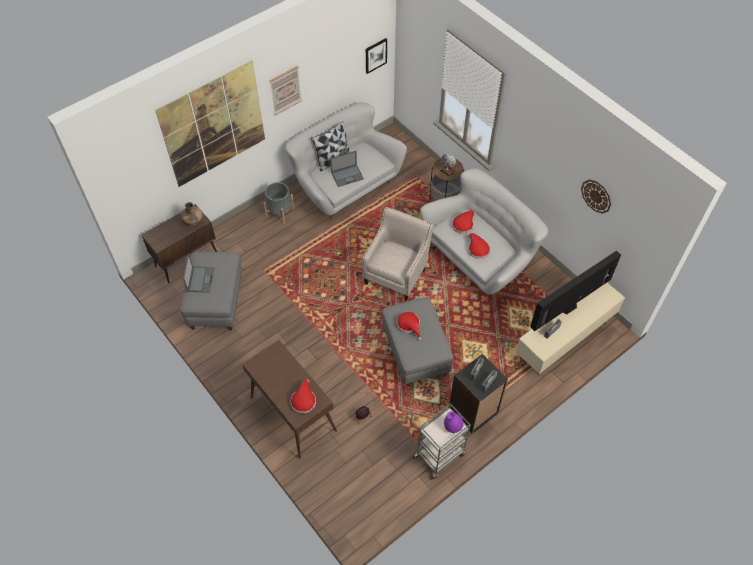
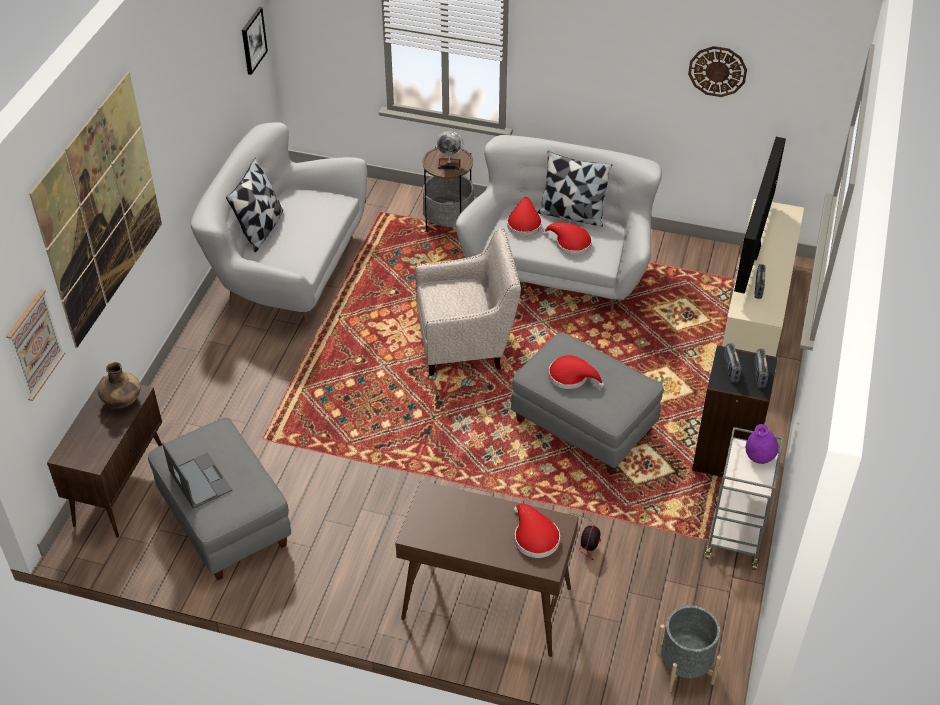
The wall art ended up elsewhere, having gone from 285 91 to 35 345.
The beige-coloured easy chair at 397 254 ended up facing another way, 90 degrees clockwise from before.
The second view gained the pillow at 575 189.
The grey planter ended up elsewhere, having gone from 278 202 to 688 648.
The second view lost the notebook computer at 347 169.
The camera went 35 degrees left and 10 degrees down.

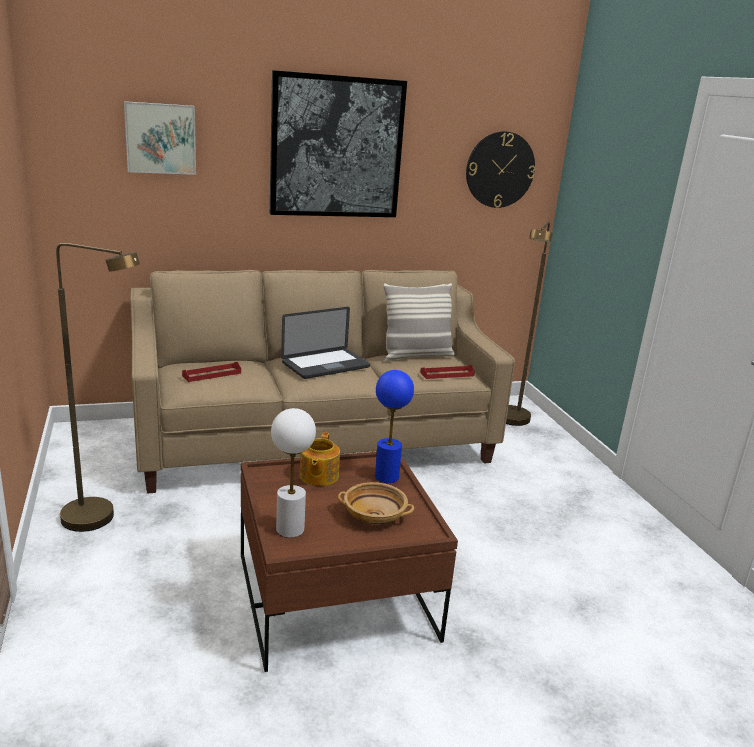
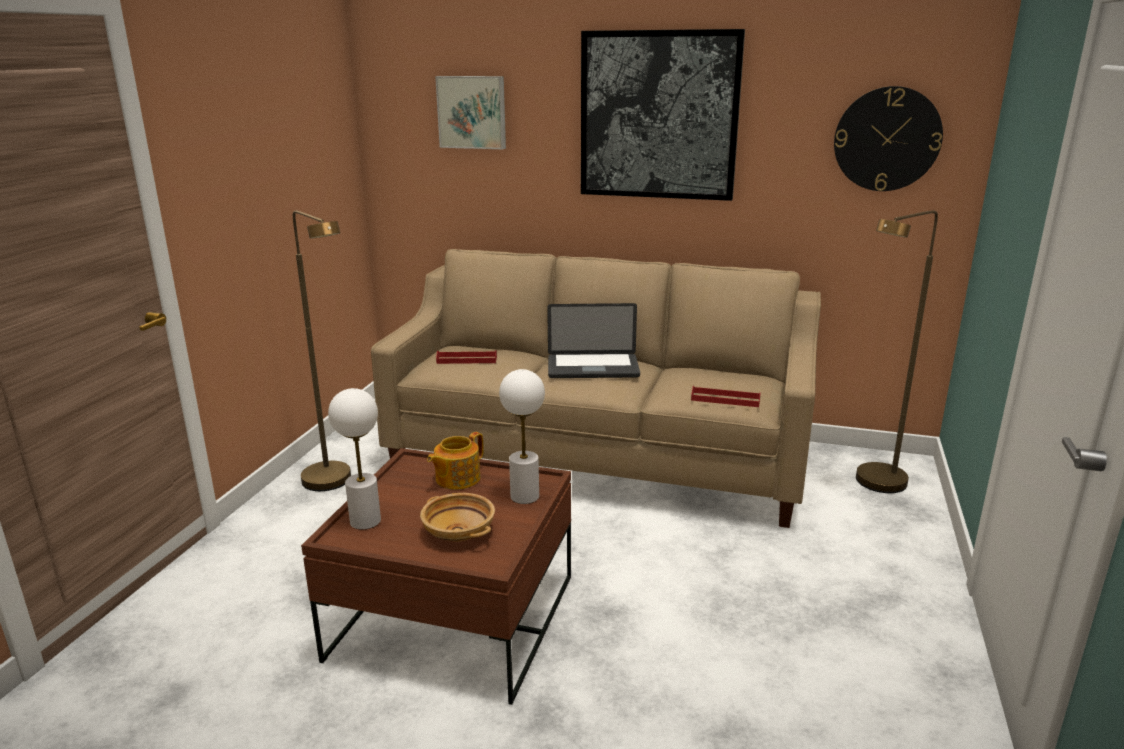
What was the bluish table lamp at 394 426 turned into the whitish table lamp at 522 436.
The second view lost the pillow at 419 322.
The camera went 35 degrees right and 0 degrees up.

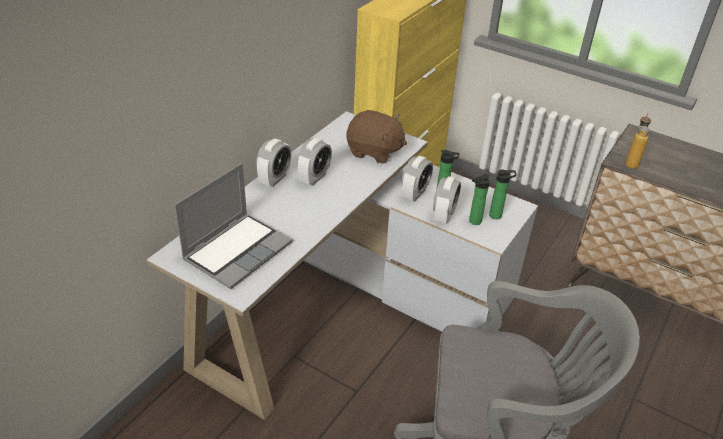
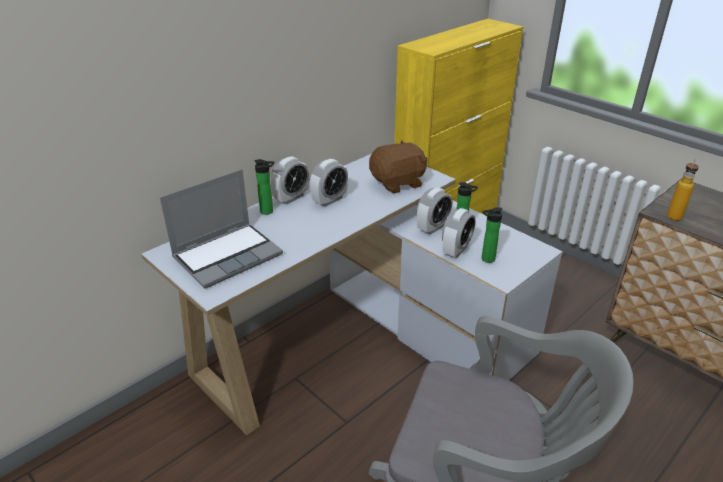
The drink bottle ended up elsewhere, having gone from 503 194 to 264 187.
The brownish cuddly toy at 376 137 ended up facing another way, 60 degrees counterclockwise from before.
The camera went 15 degrees right and 5 degrees down.

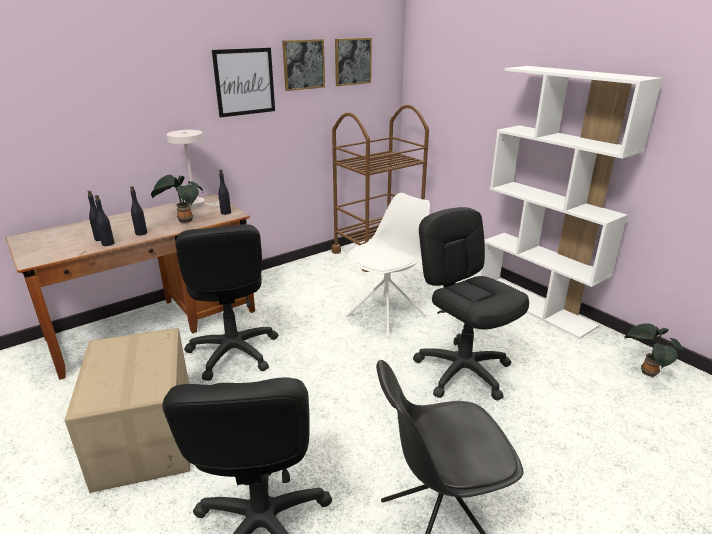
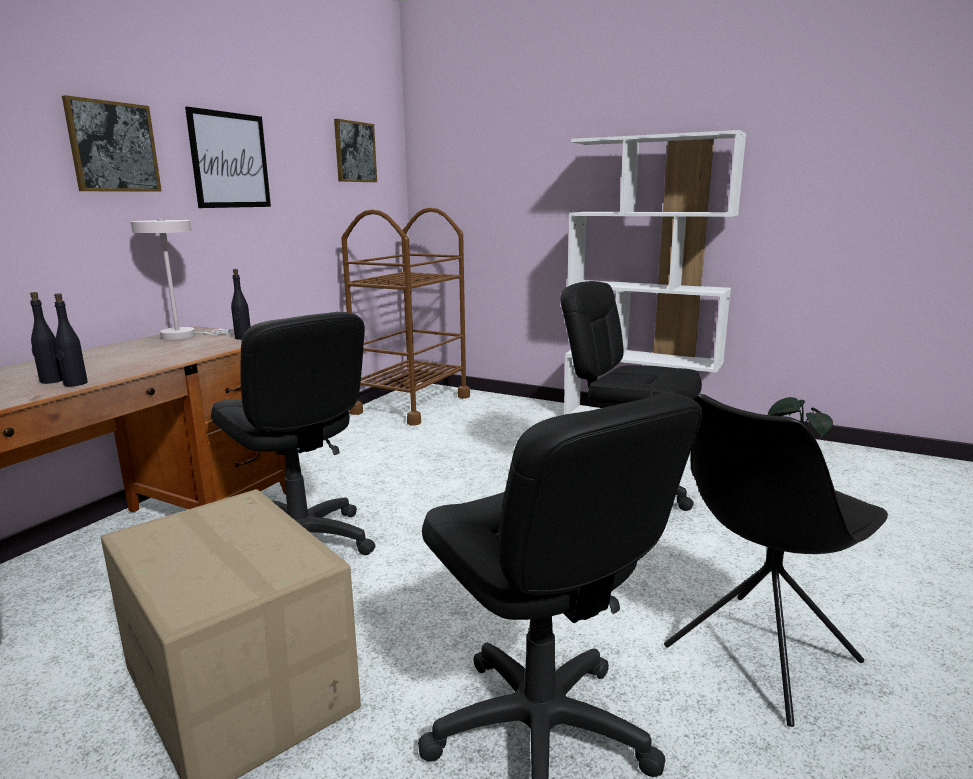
The wall art ended up elsewhere, having gone from 303 65 to 112 143.
The second view lost the black-coloured drink bottle at 138 211.
The second view lost the potted plant at 177 199.
The second view lost the whitish plain chair at 388 265.
The camera went 25 degrees left and 10 degrees down.

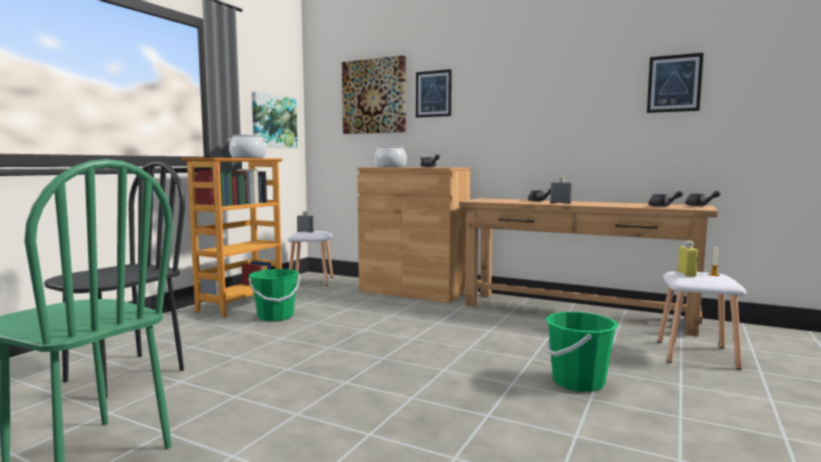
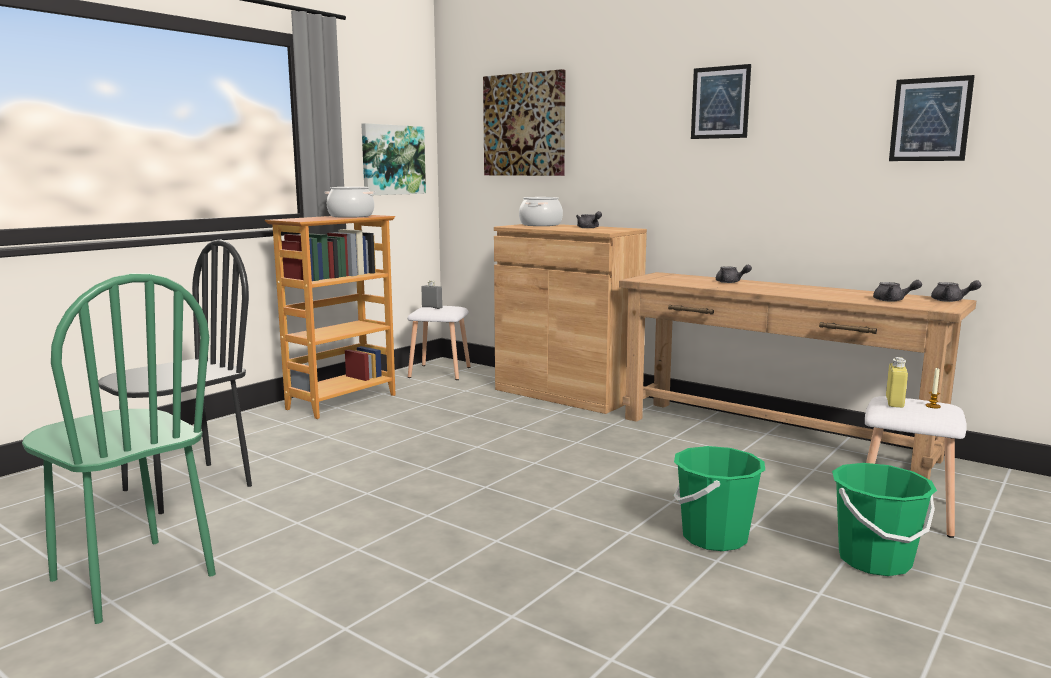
The wall art ended up elsewhere, having gone from 434 93 to 721 101.
The greenish bucket ended up elsewhere, having gone from 274 295 to 884 519.
The second view lost the grey drink bottle at 561 190.
The camera went 10 degrees right and 5 degrees up.

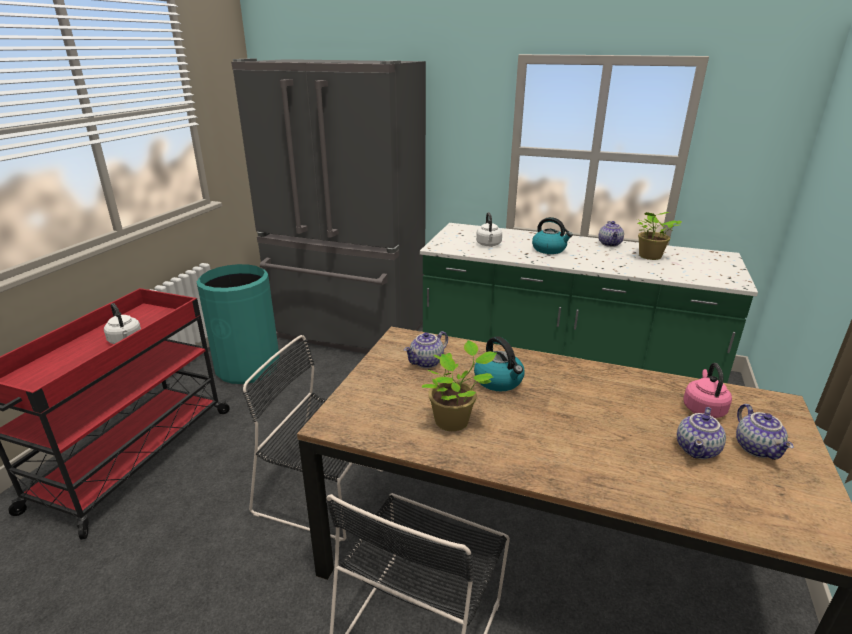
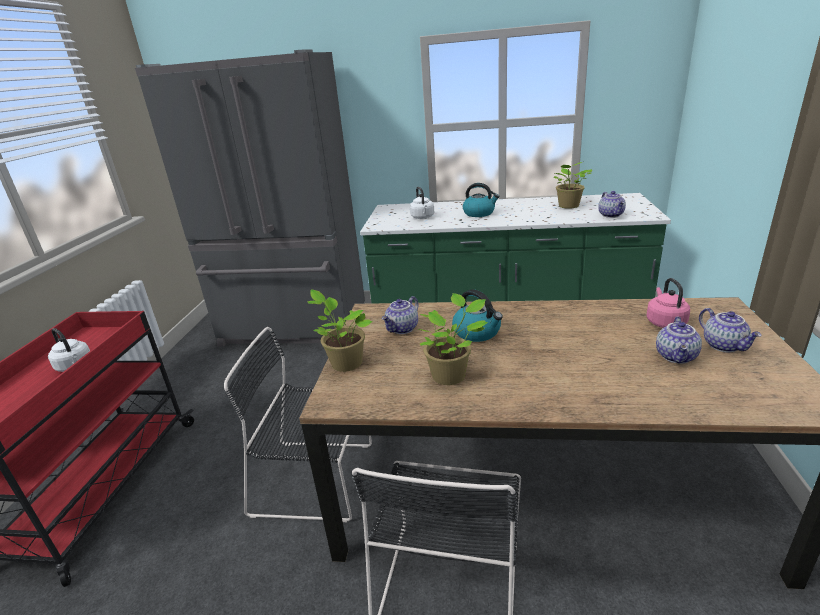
The second view gained the potted plant at 340 331.
The pot for tea ended up elsewhere, having gone from 611 234 to 612 204.
The second view lost the turquoise-coloured rubbish bin at 238 324.
The camera went 10 degrees left and 0 degrees up.

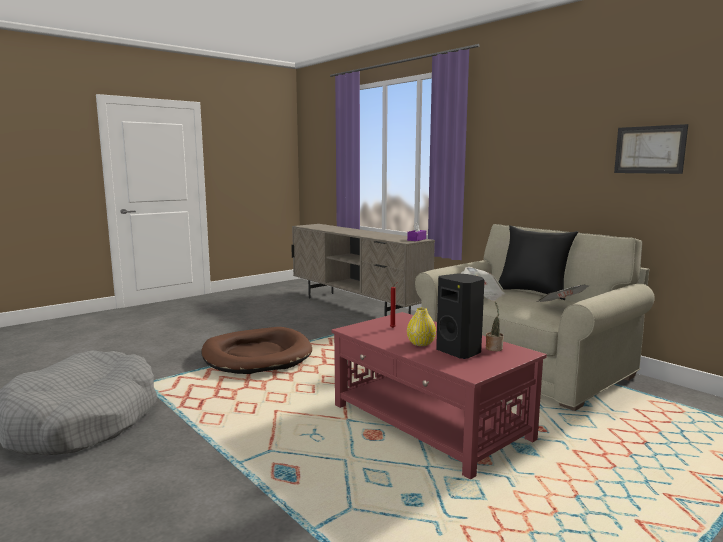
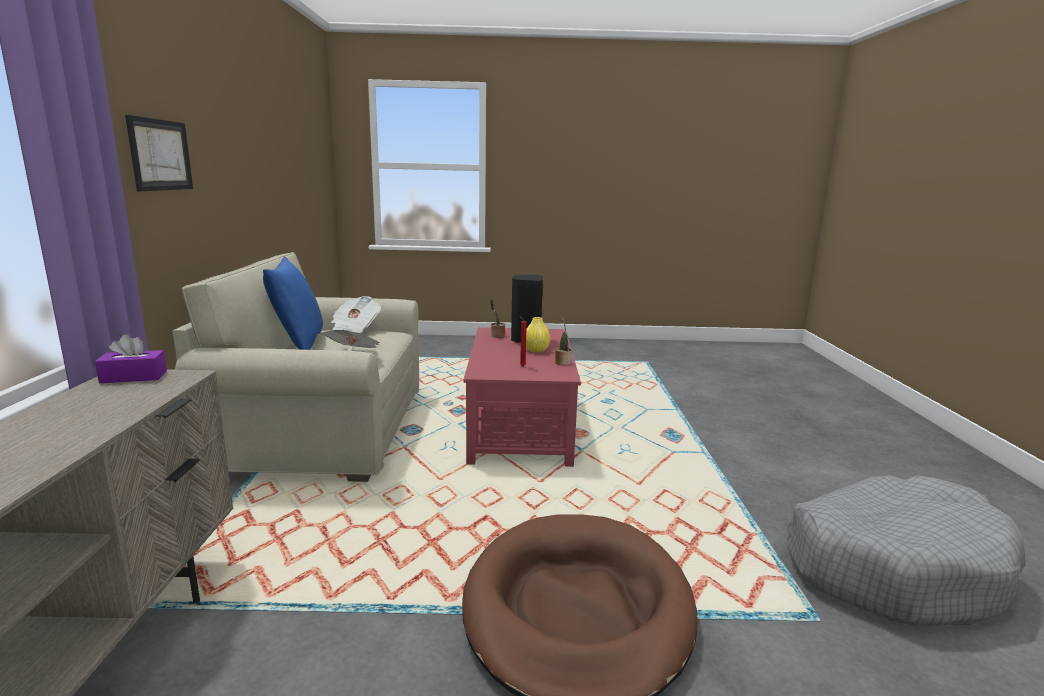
The wall art ended up elsewhere, having gone from 651 149 to 159 153.
What was the black-coloured pillow at 538 263 turned into the bluish pillow at 293 303.
The second view gained the potted plant at 563 341.
The camera went 140 degrees left and 5 degrees up.

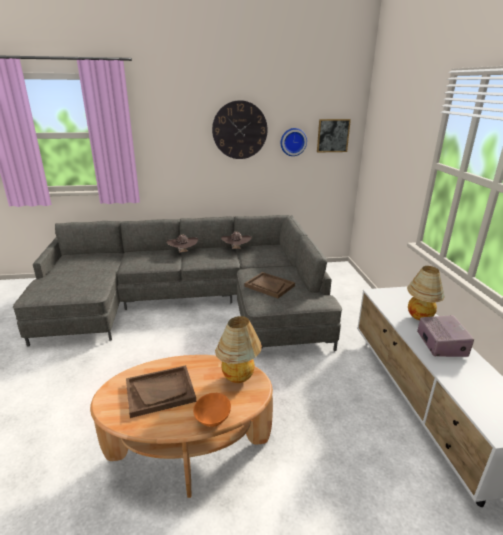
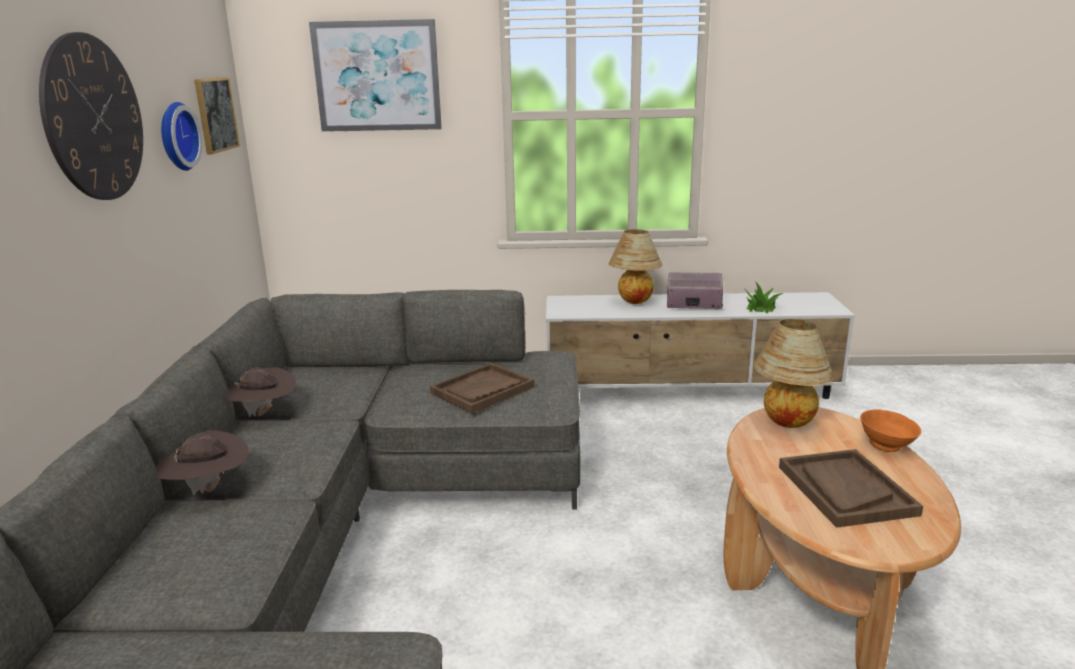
The second view gained the wall art at 375 75.
The second view gained the potted plant at 764 297.
The camera went 80 degrees left and 5 degrees down.

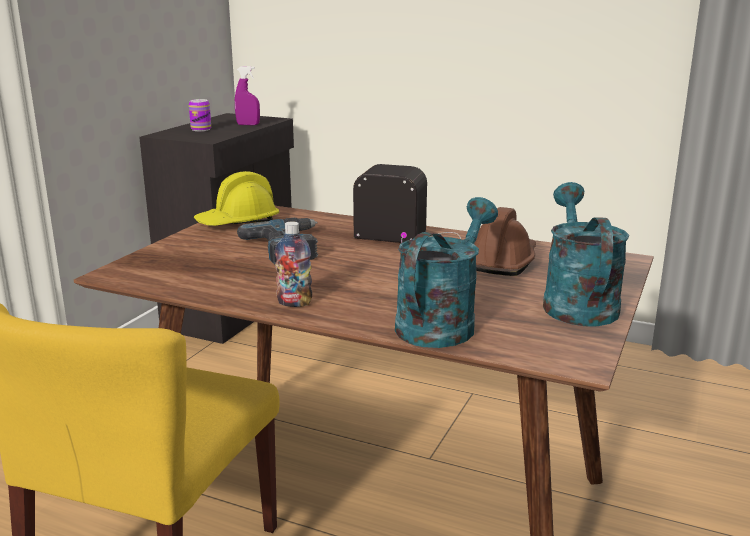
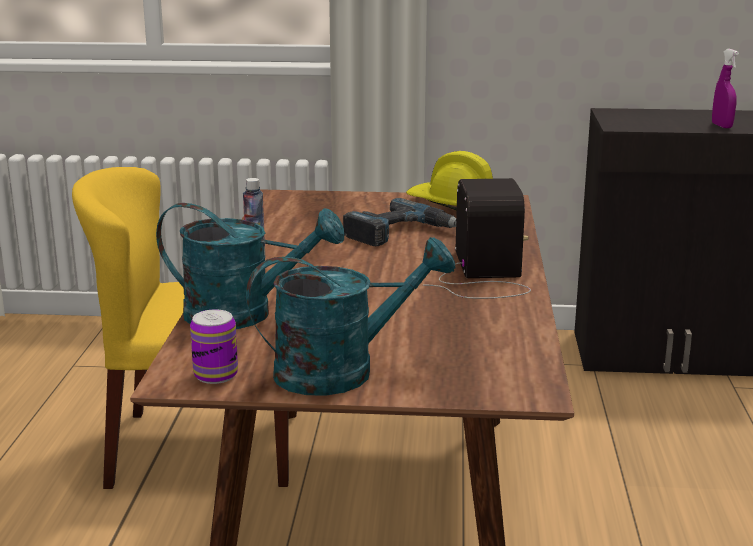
The can ended up elsewhere, having gone from 200 115 to 214 346.
The second view lost the brownish hard hat at 505 241.
The camera went 70 degrees right and 0 degrees up.

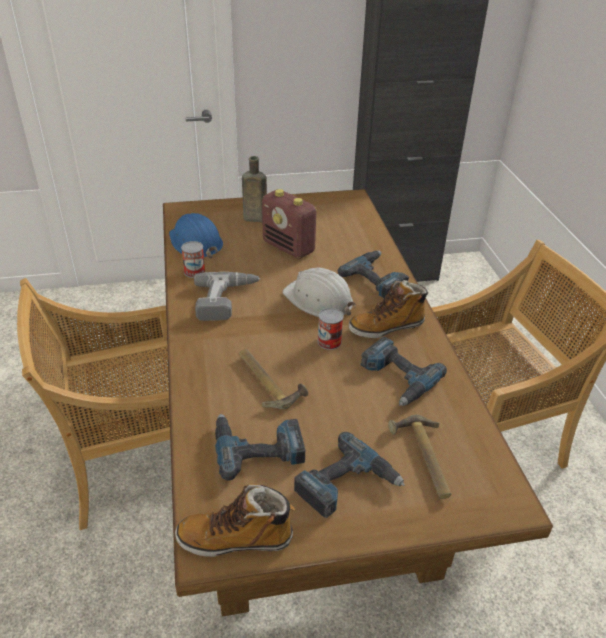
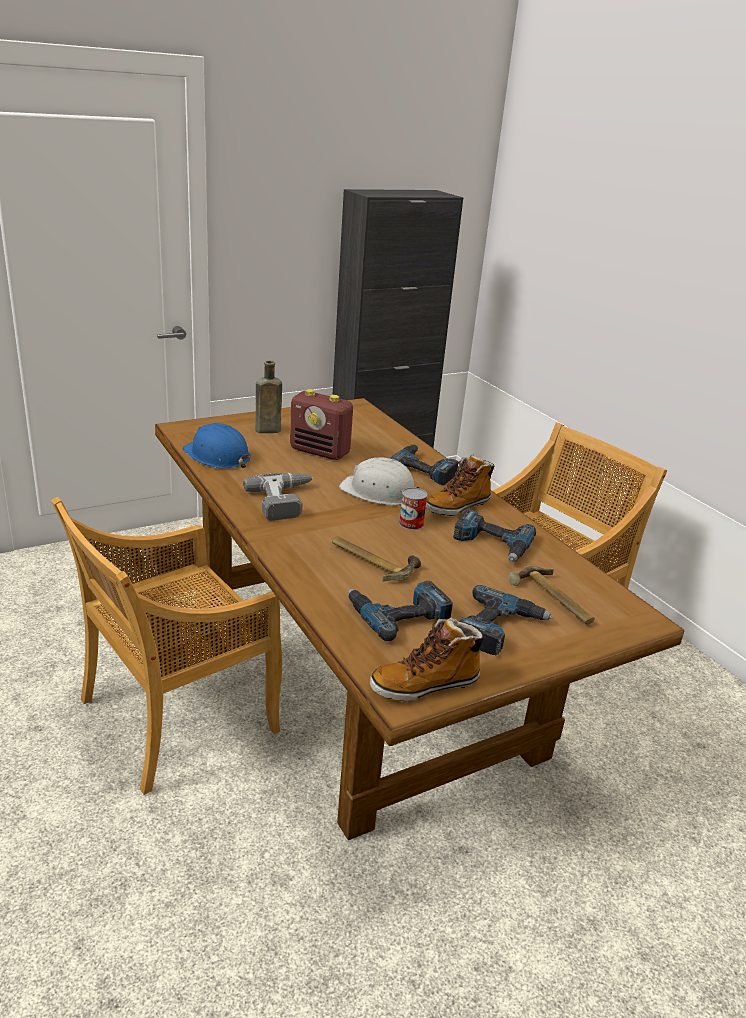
The second view lost the can at 193 259.
The camera went 20 degrees left and 10 degrees down.

